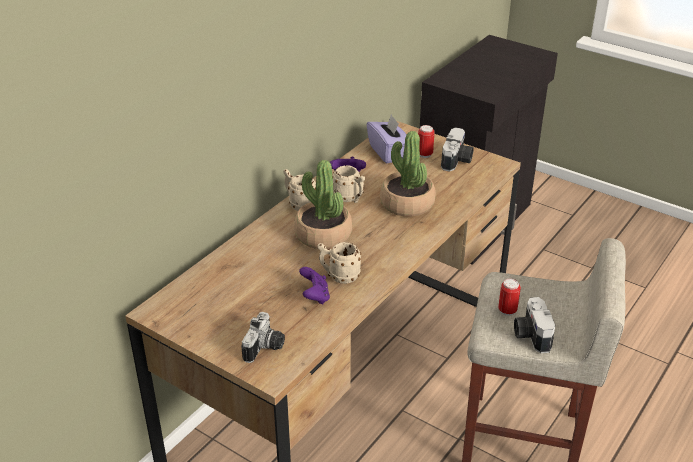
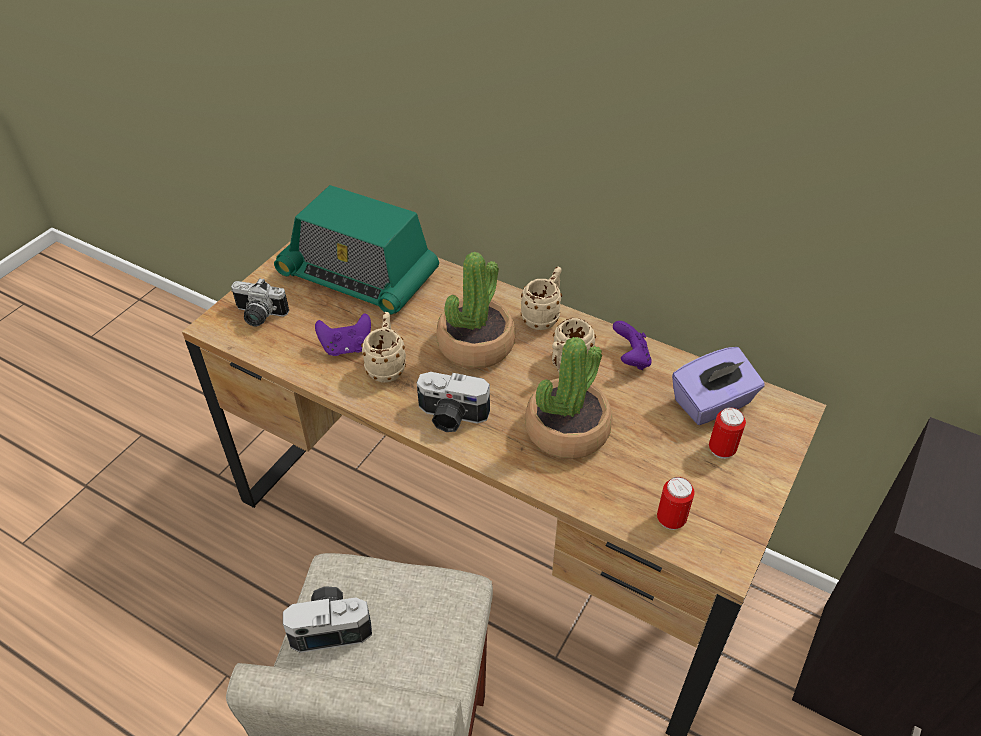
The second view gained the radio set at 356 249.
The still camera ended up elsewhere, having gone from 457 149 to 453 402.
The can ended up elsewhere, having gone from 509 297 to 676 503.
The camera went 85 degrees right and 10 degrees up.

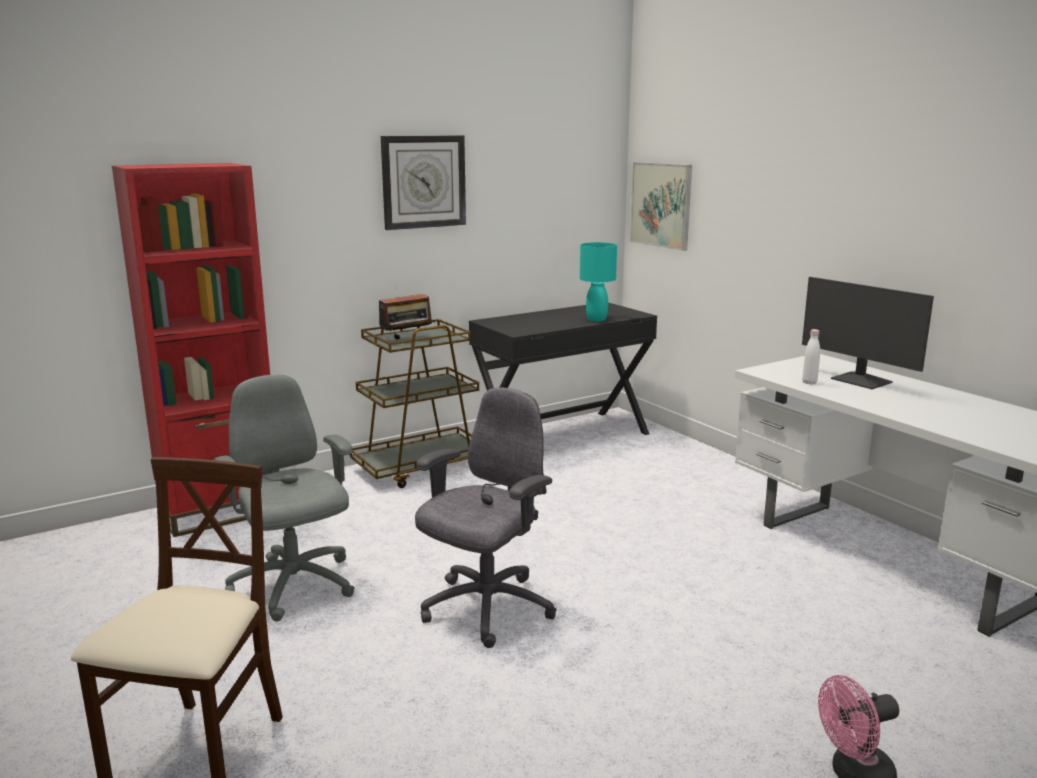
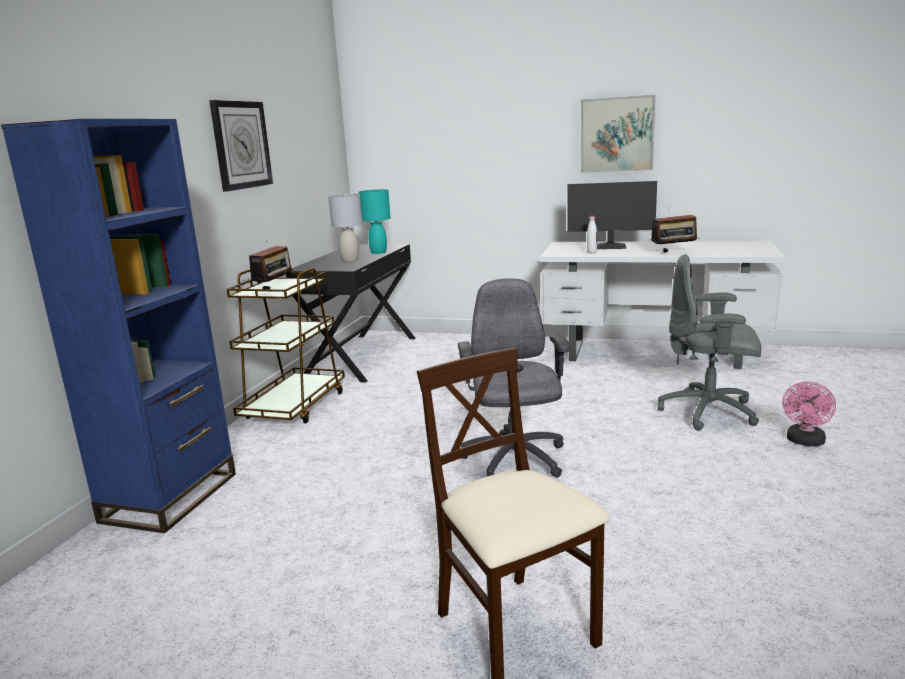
What was the red-coloured shelving unit at 191 350 turned into the bluish shelving unit at 118 326.
The second view gained the grey table lamp at 345 227.
The wall art ended up elsewhere, having gone from 661 206 to 617 134.
The second view gained the radio set at 675 234.
The grey computer chair ended up elsewhere, having gone from 284 498 to 709 342.
The camera went 40 degrees left and 0 degrees up.

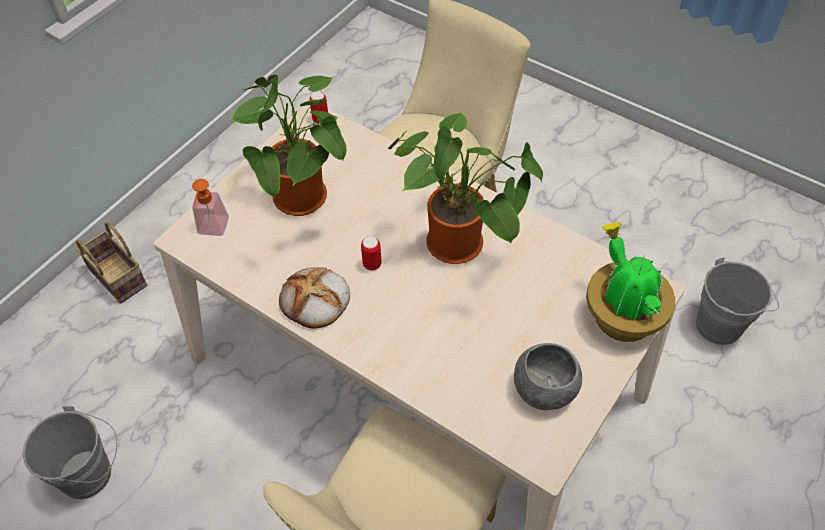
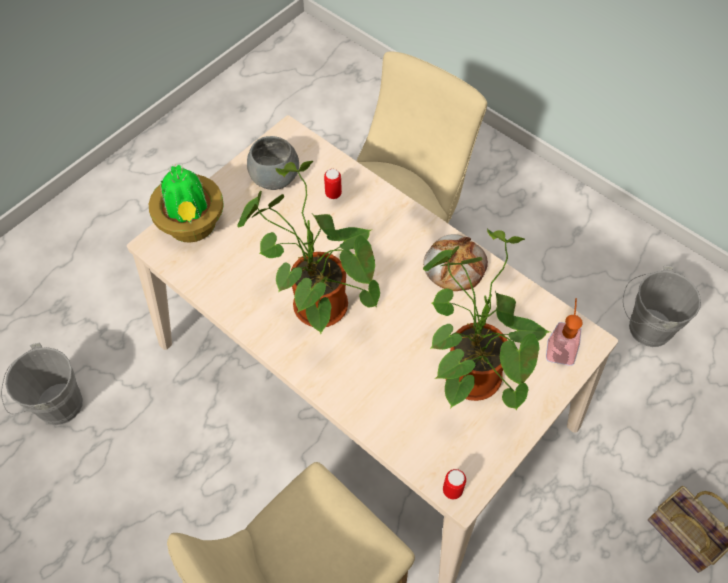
The can ended up elsewhere, having gone from 371 253 to 333 184.
The camera went 175 degrees left and 5 degrees up.

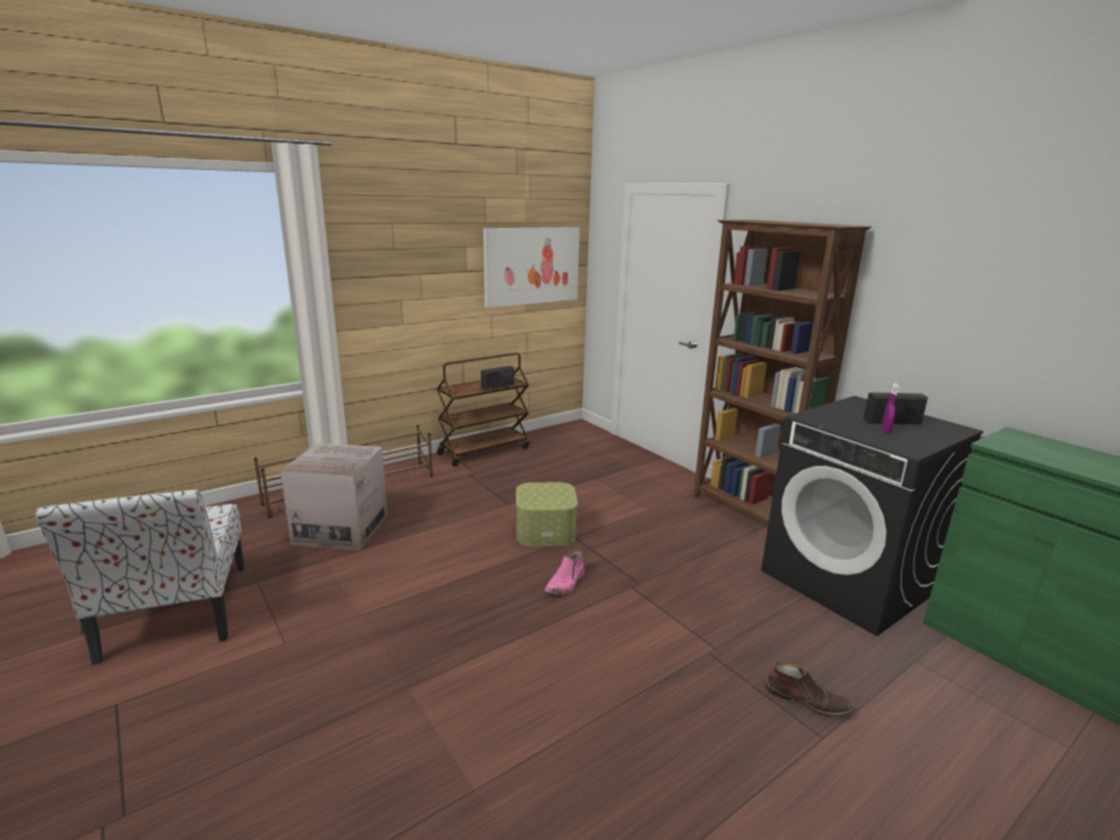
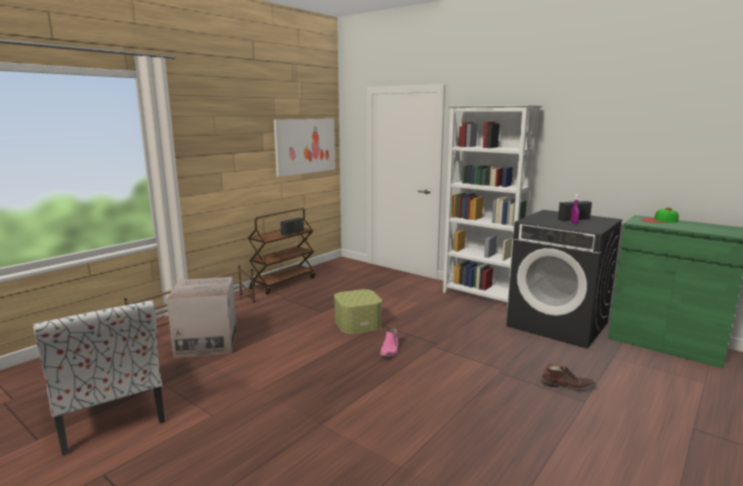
What was the brownish shelving unit at 782 372 turned into the whitish shelving unit at 492 206.
The second view gained the cap at 660 215.
The camera went 15 degrees left and 5 degrees down.

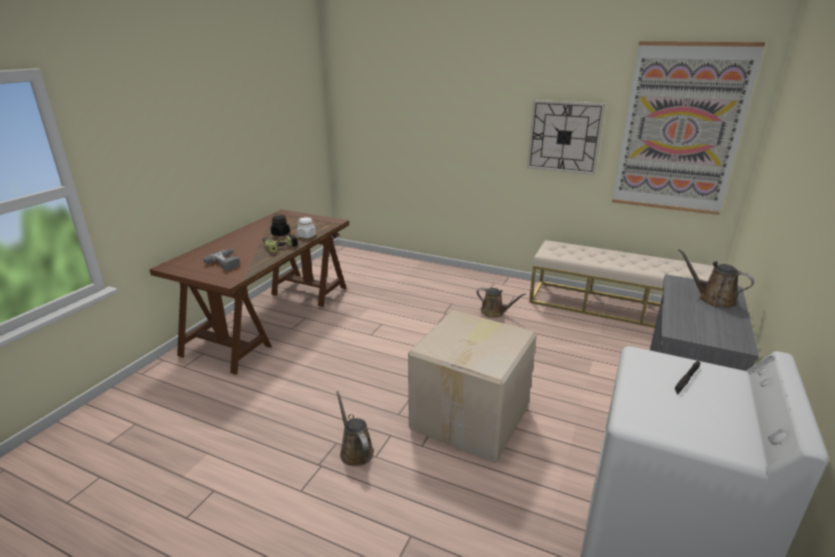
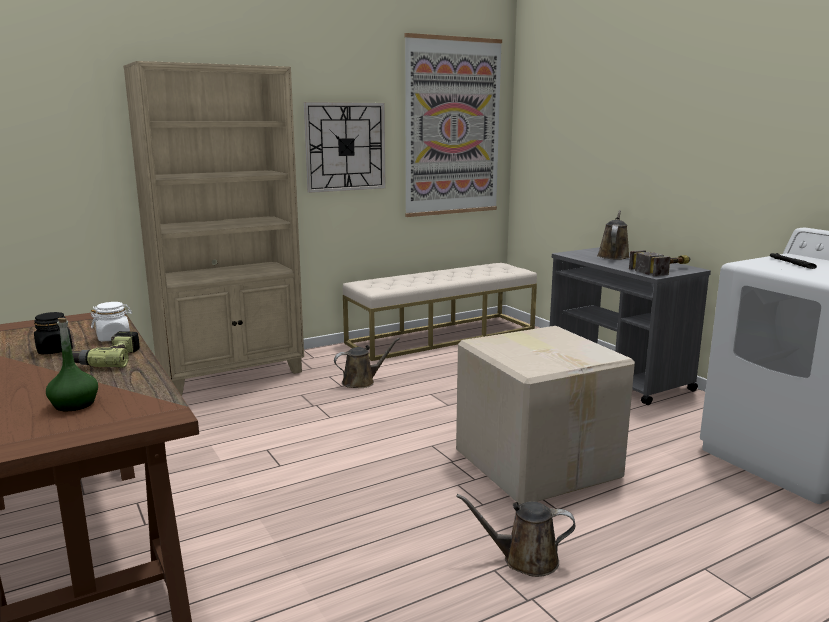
Where the drill stood at 221 260, the greenish drink bottle came to stand at 72 364.
The second view gained the beige-coloured shelving unit at 213 228.
The brownish sprinkling can at 716 278 ended up facing another way, 120 degrees clockwise from before.
The second view gained the tool hammer at 659 263.
The camera went 55 degrees left and 10 degrees down.

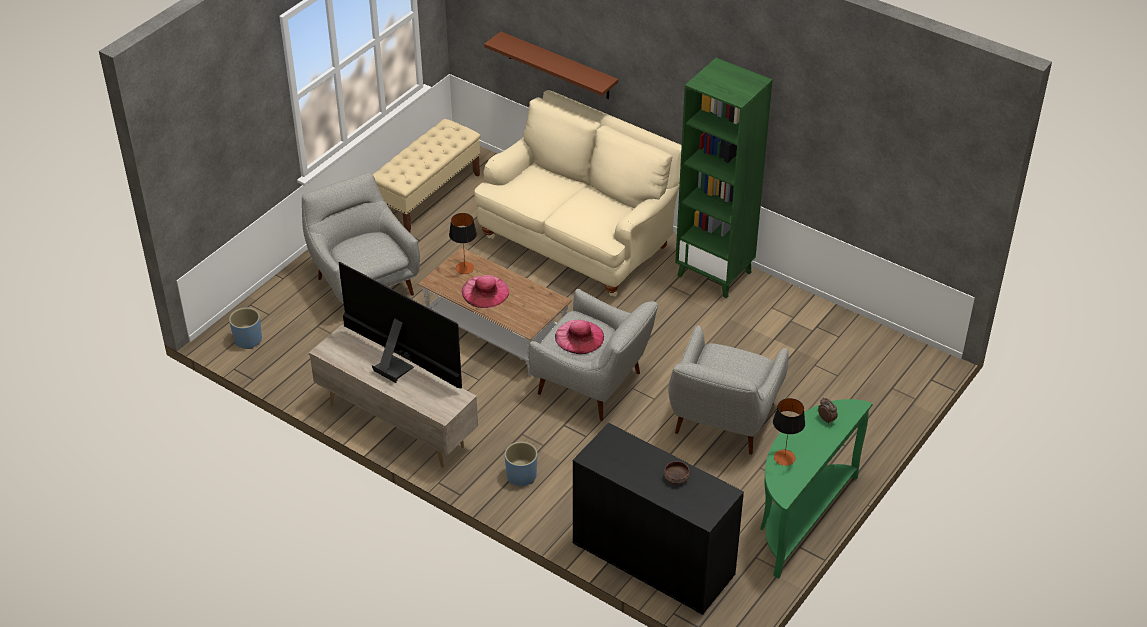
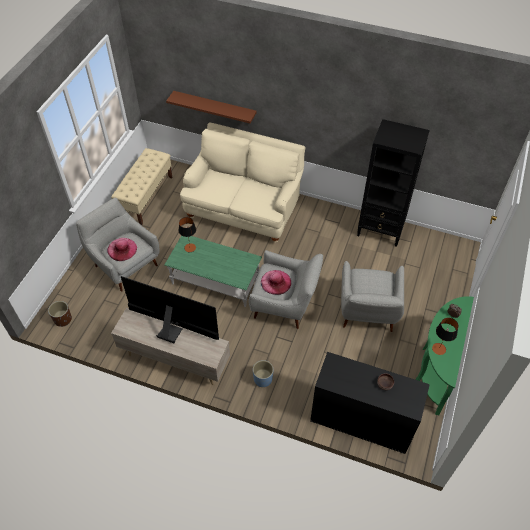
What was the bluish planter at 245 328 turned into the brownish planter at 60 314.
The pink-coloured hat ended up elsewhere, having gone from 485 291 to 122 249.
What was the brownish lounge table at 495 311 turned into the greenish lounge table at 213 271.
The second view gained the black-coloured shelving unit at 393 183.
The second view lost the greenish shelving unit at 724 178.
The camera went 15 degrees left and 10 degrees up.

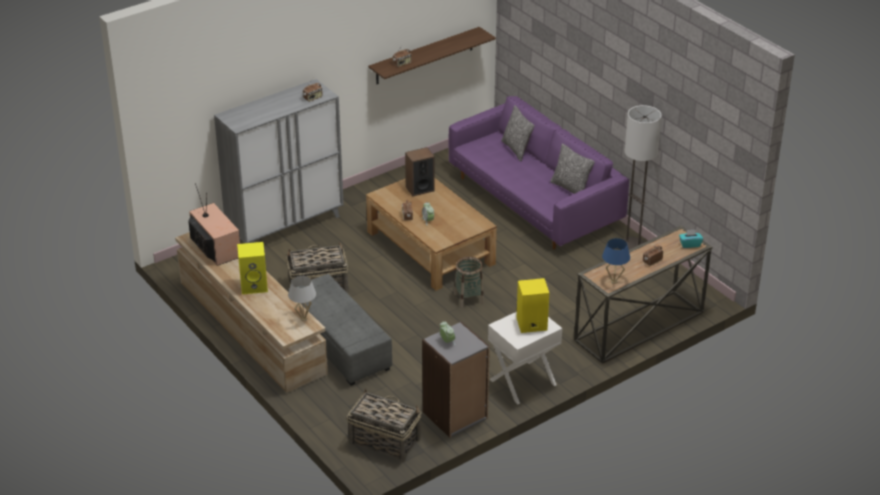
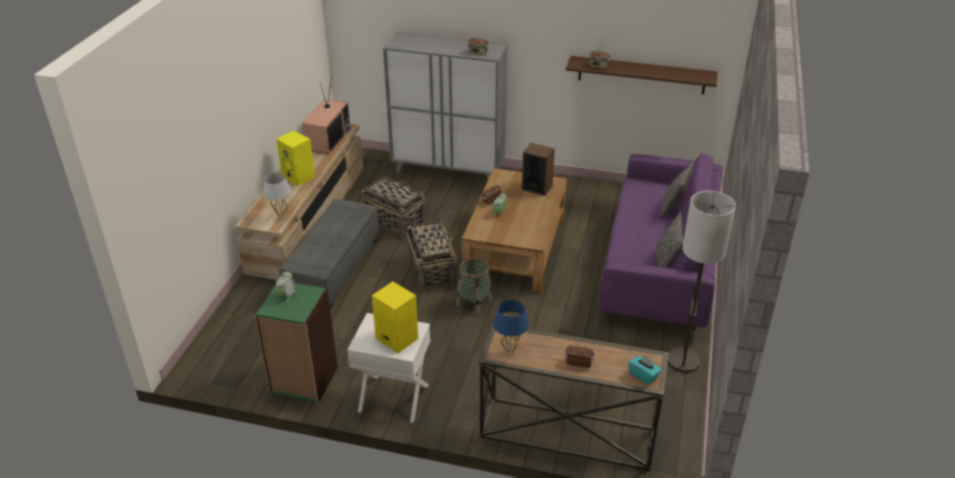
What was the grey shelving unit at 456 380 turned into the greenish shelving unit at 296 341.
The basket ended up elsewhere, having gone from 384 425 to 432 254.
The camera went 50 degrees right and 0 degrees up.

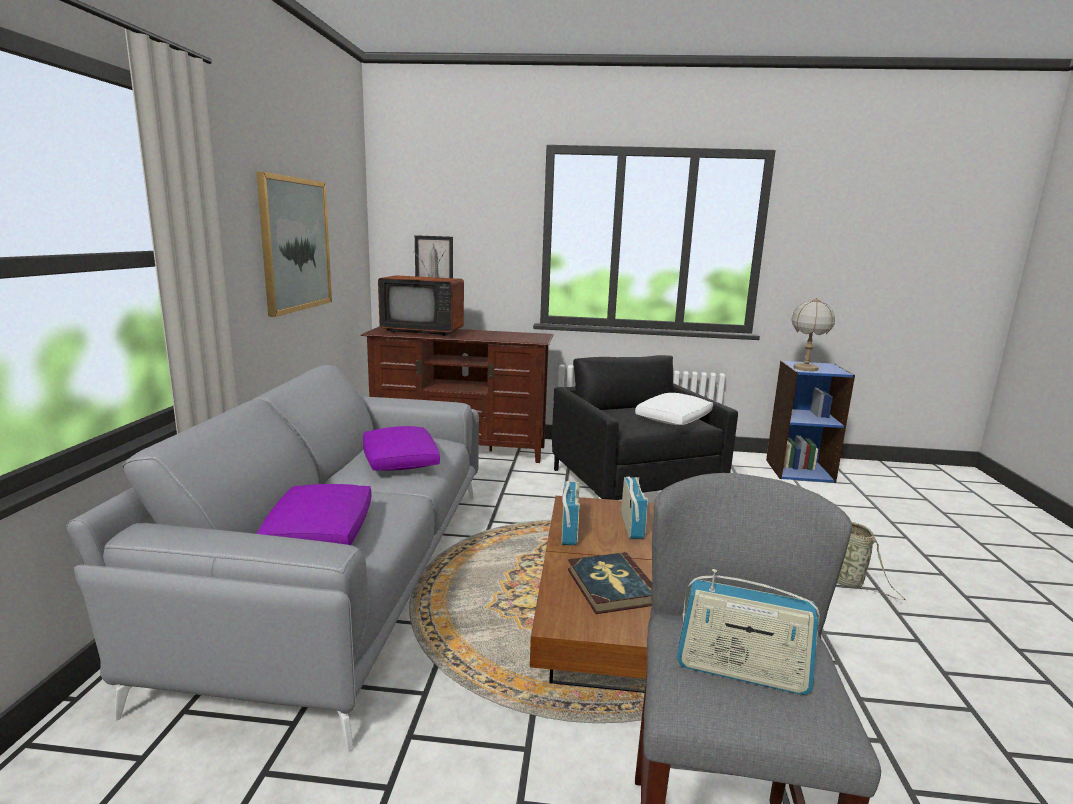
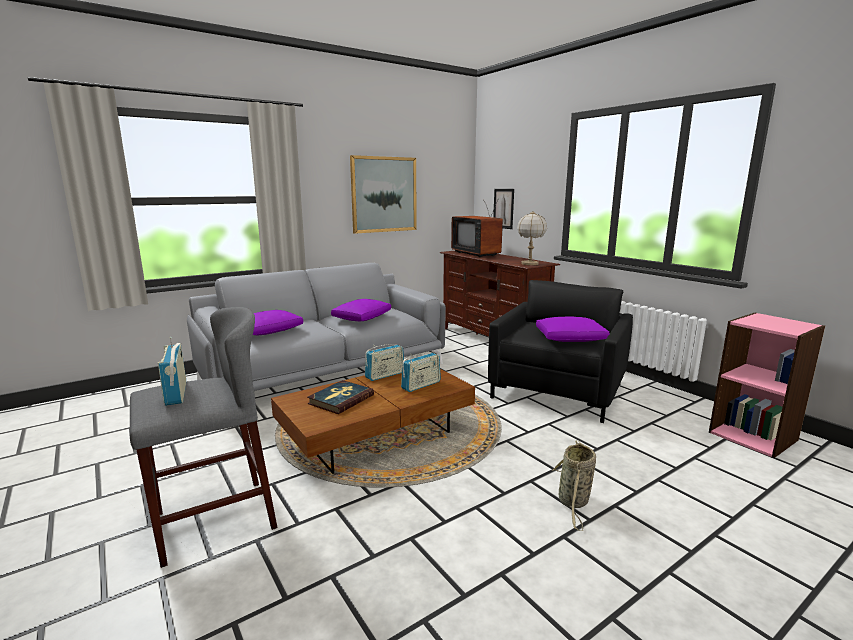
The table lamp ended up elsewhere, having gone from 813 334 to 532 238.
What was the whitish pillow at 674 409 turned into the purple-coloured pillow at 573 329.
What was the bluish shelving unit at 810 422 turned into the pink-coloured shelving unit at 767 385.
The camera went 50 degrees right and 0 degrees up.

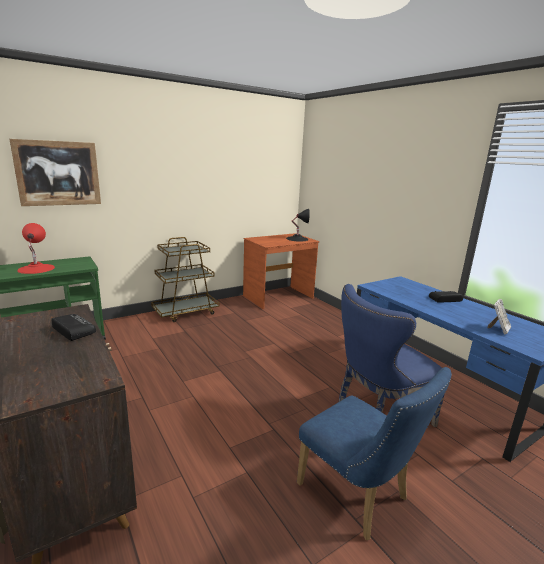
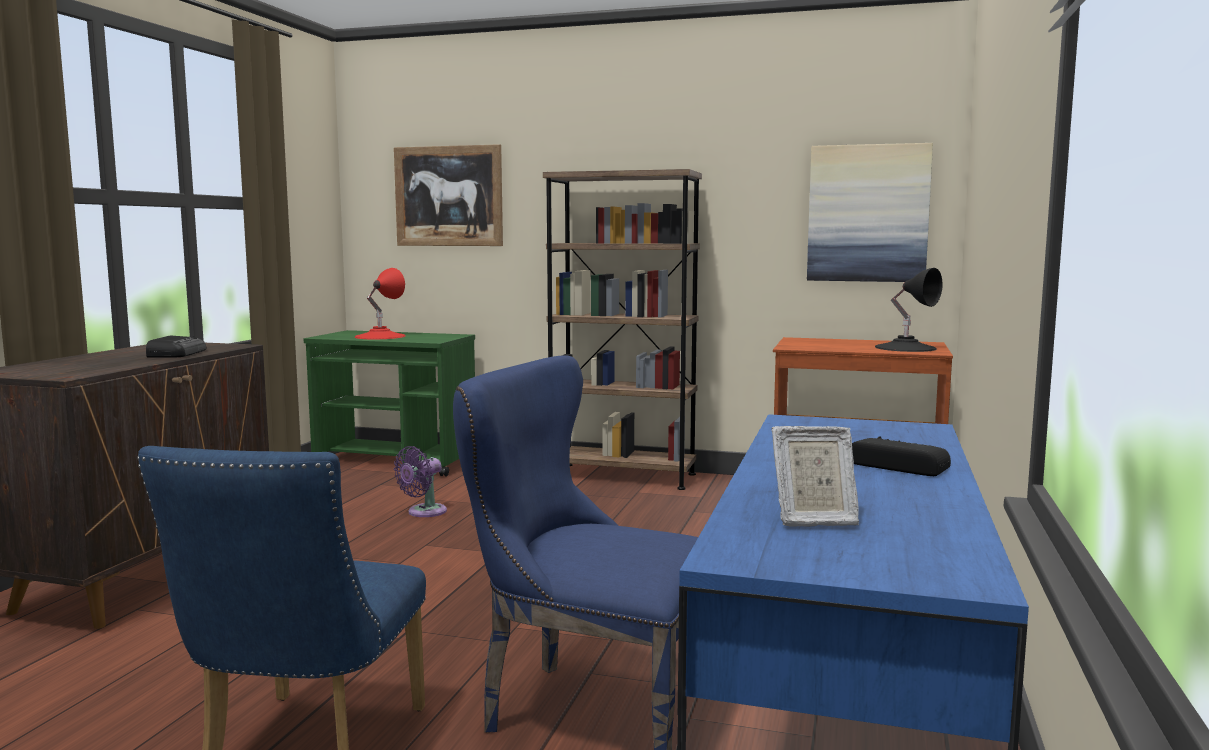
The second view gained the purple-coloured electric fan at 420 481.
Where the brownish trolley stood at 185 279, the brownish shelving unit came to stand at 622 329.
The second view gained the wall art at 870 212.
The camera went 50 degrees right and 10 degrees down.

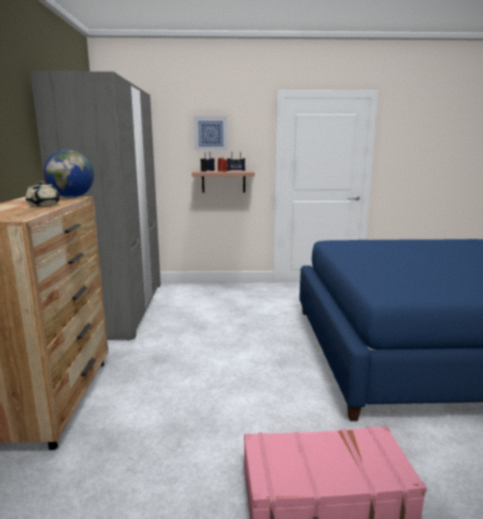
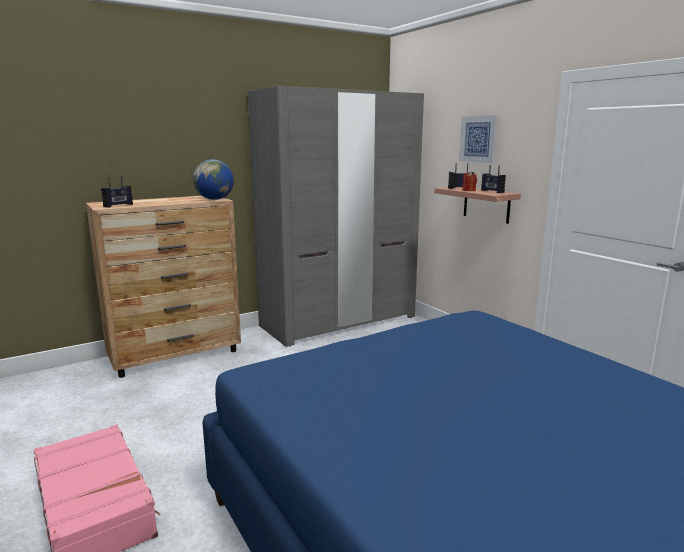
The second view gained the radio set at 117 192.
The second view lost the beige-coloured pot for tea at 43 193.
The camera went 60 degrees right and 0 degrees up.

